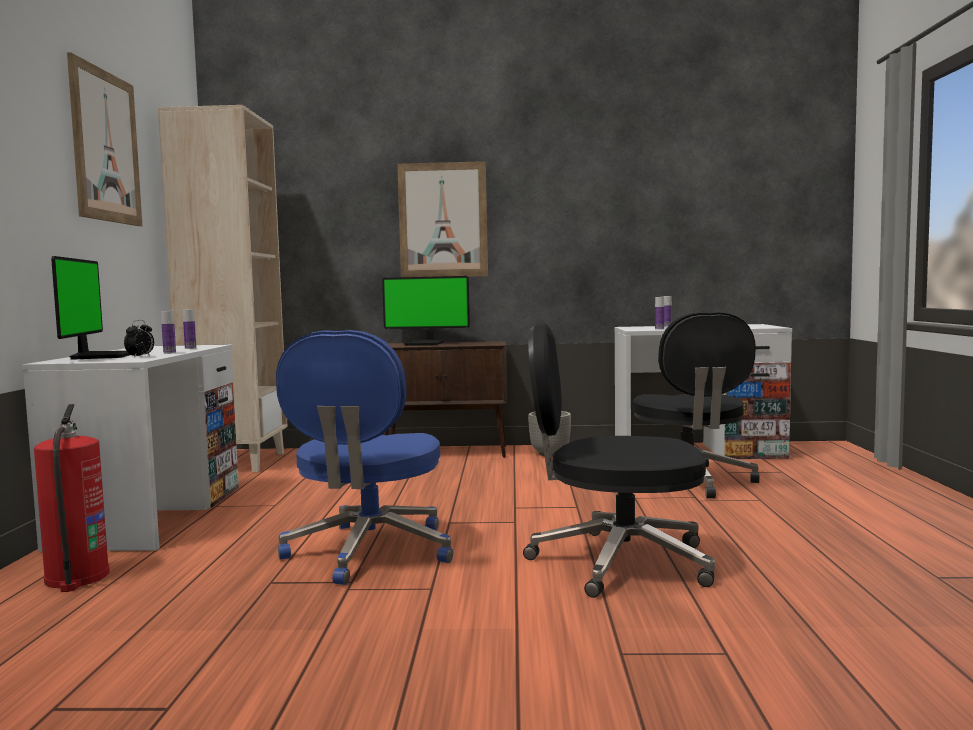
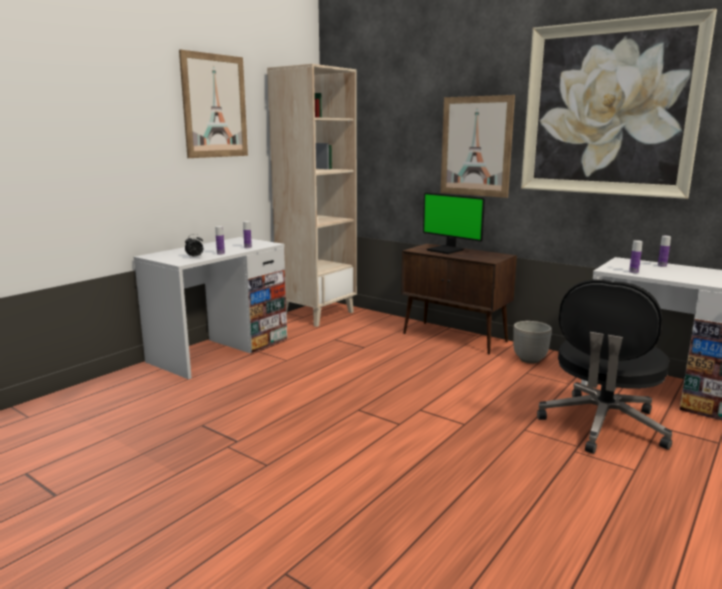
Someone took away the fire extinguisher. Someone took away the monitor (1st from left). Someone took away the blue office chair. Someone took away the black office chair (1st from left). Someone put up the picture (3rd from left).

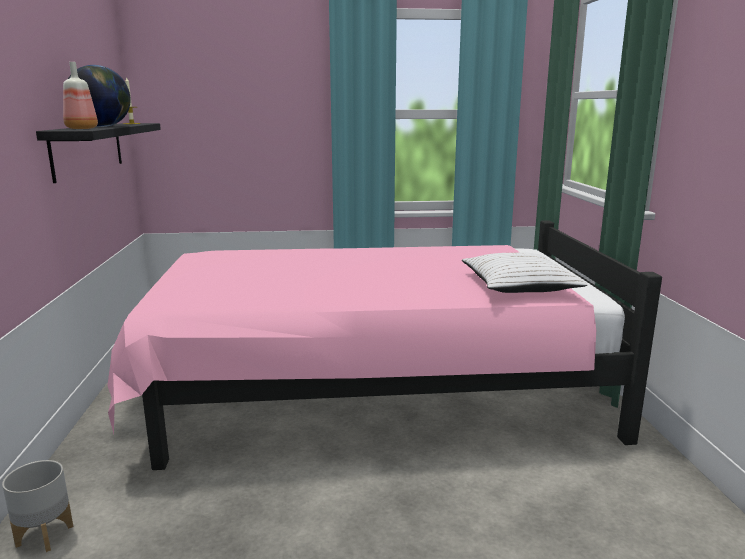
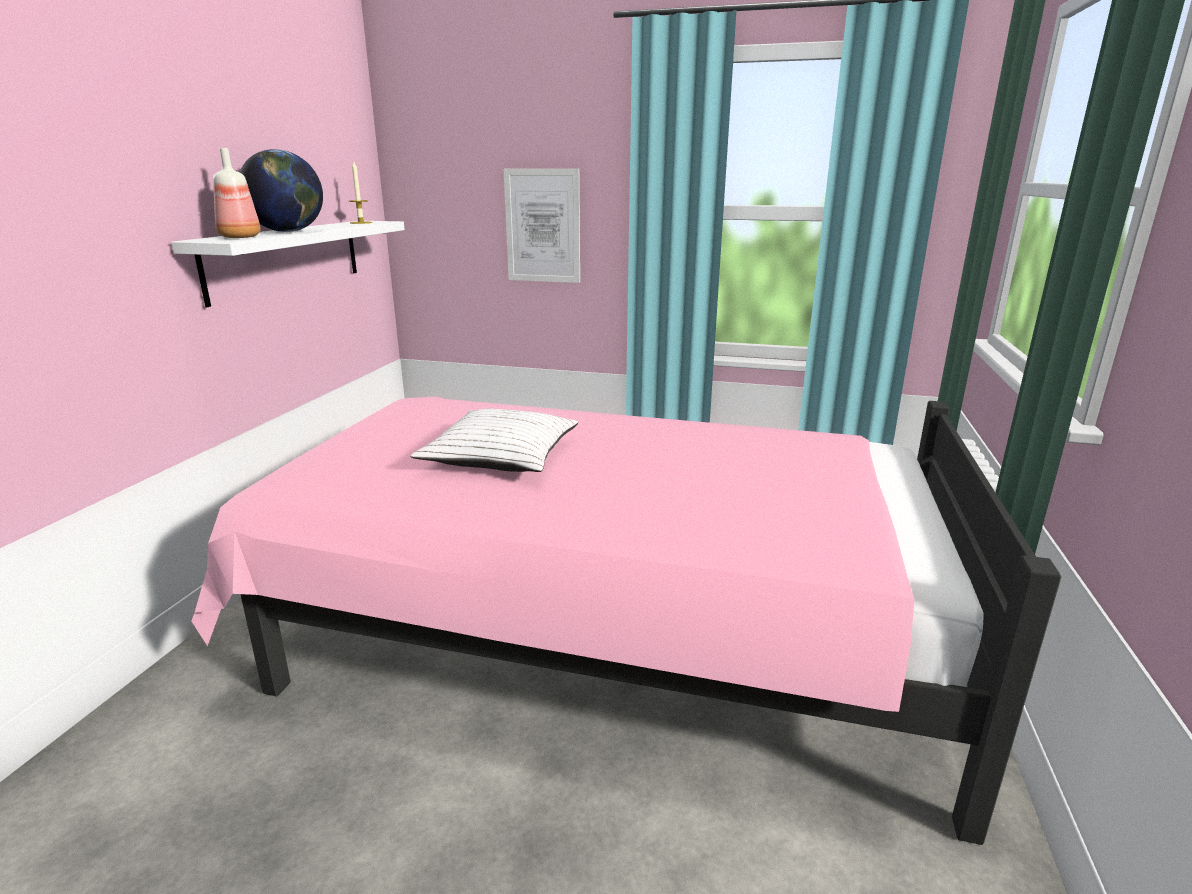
Someone took away the grey planter. Someone put up the picture. Someone carried the white pillow. Someone repainted the black shelf, which became the white shelf.

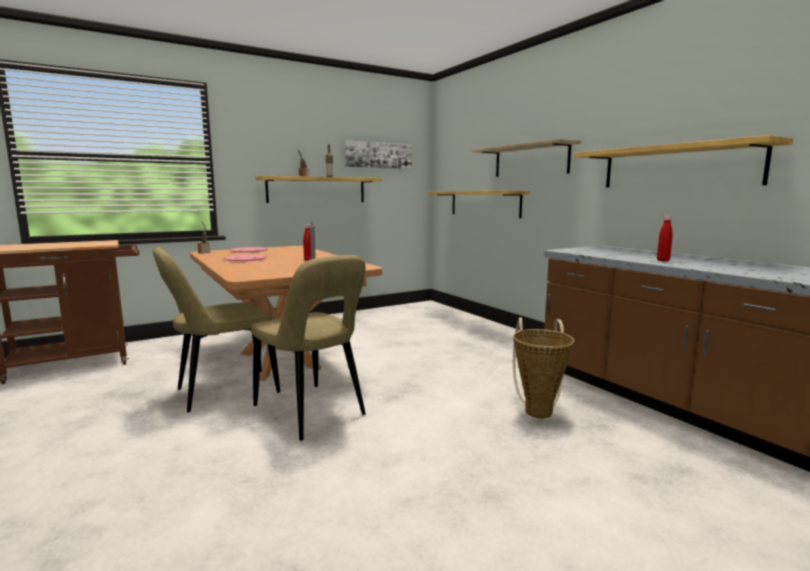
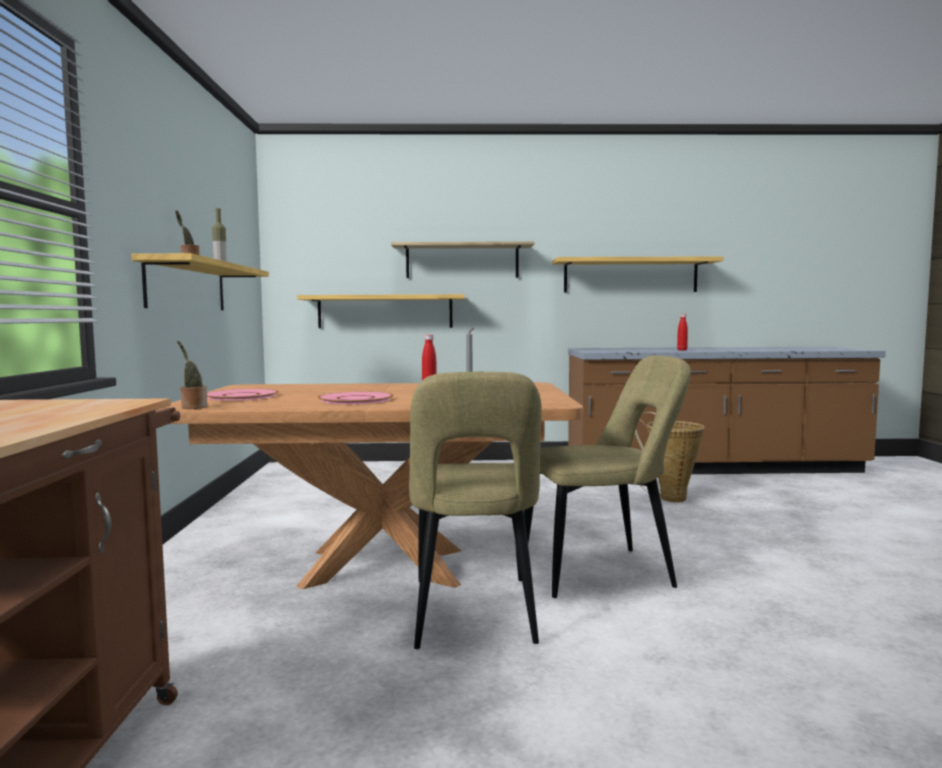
Someone took away the picture.

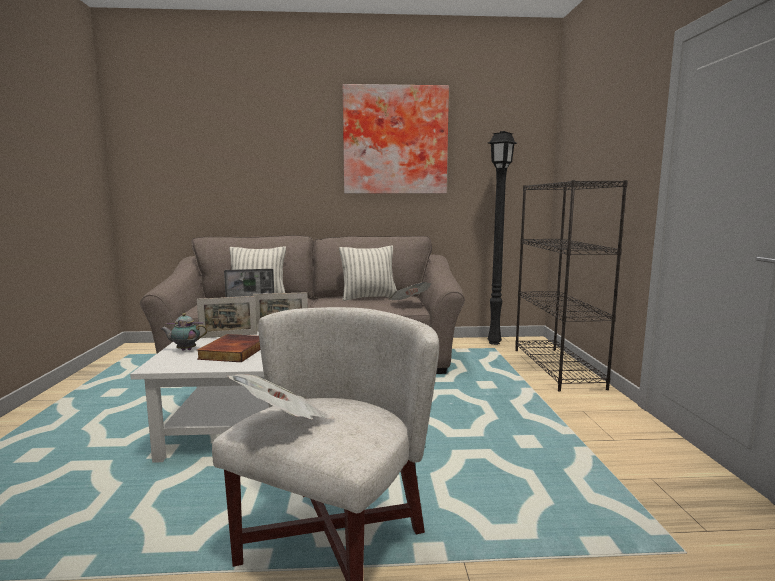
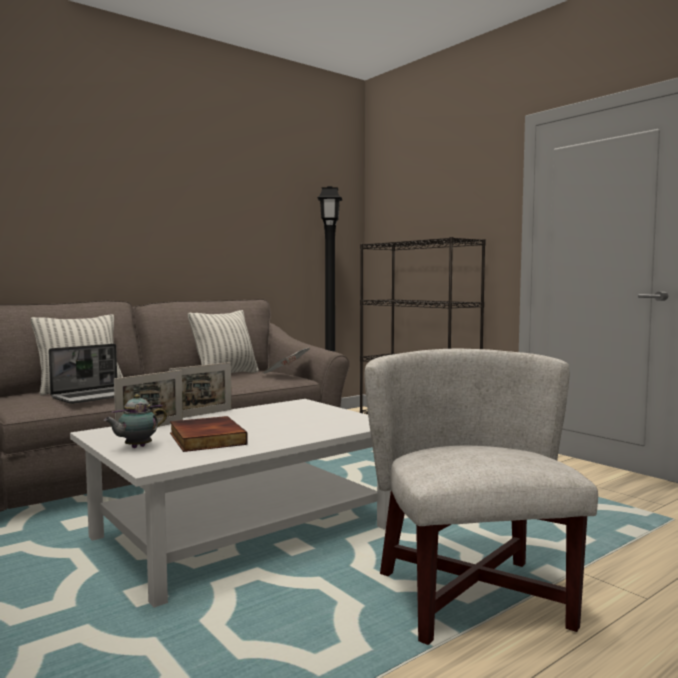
Someone took away the newspaper (1st from left). Someone took away the picture.

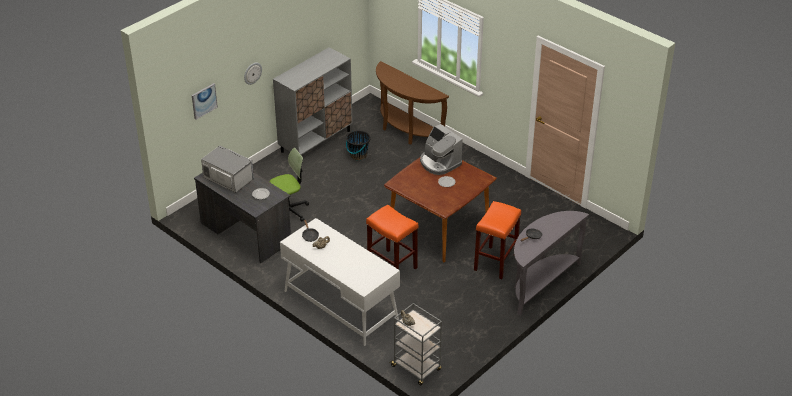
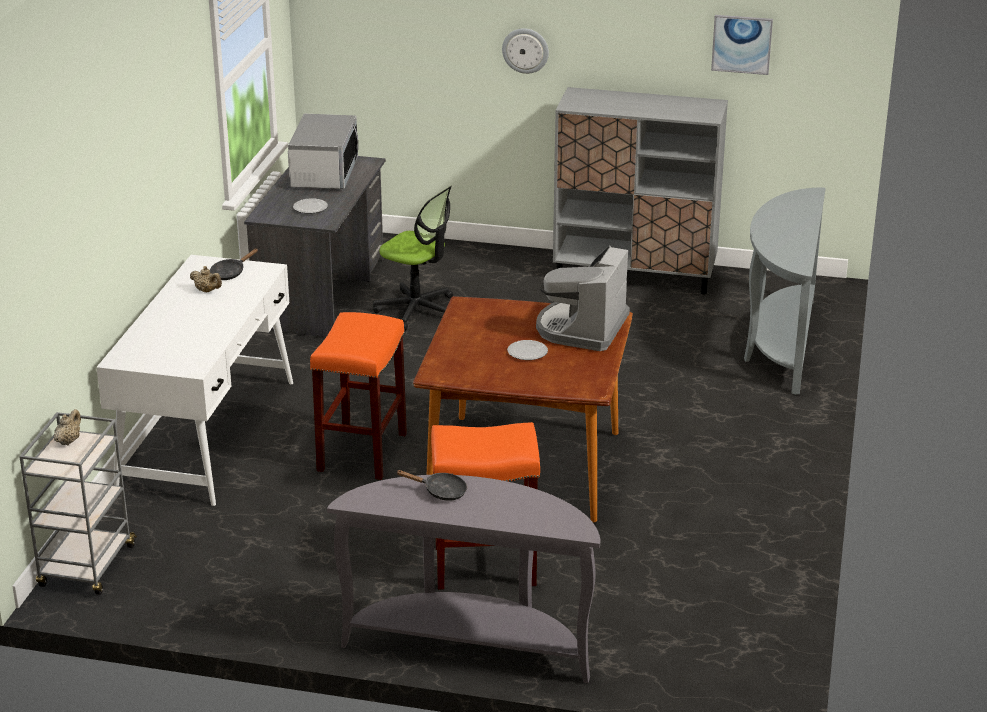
Someone took away the black bucket. Someone carried the picture. Someone repainted the brown console table, which became the grey console table (2nd from left).

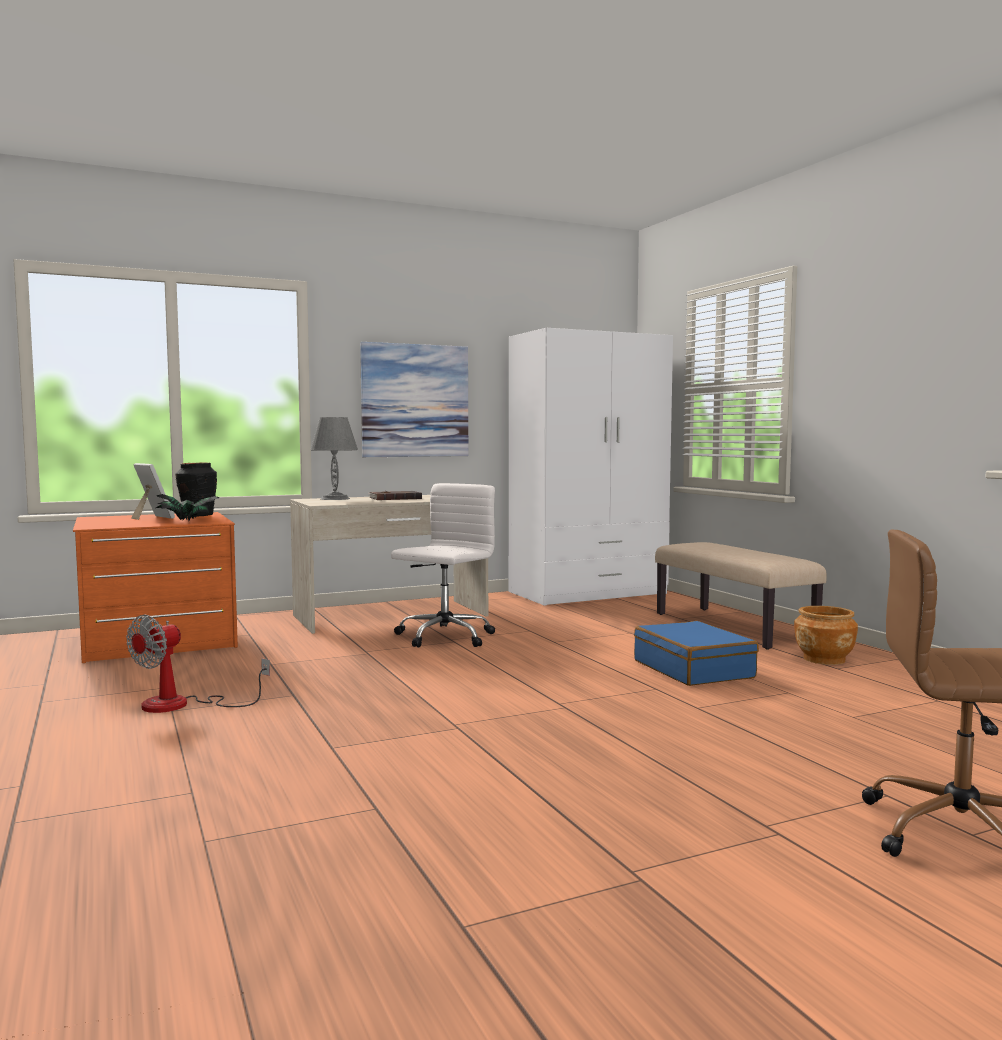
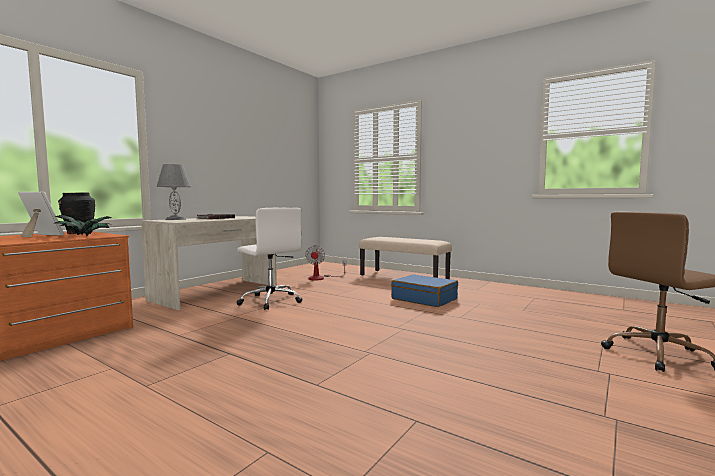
Someone took away the picture. Someone took away the white wardrobe. Someone took away the brown planter. Someone carried the fan. Someone rotated the white office chair by 135 degrees clockwise.

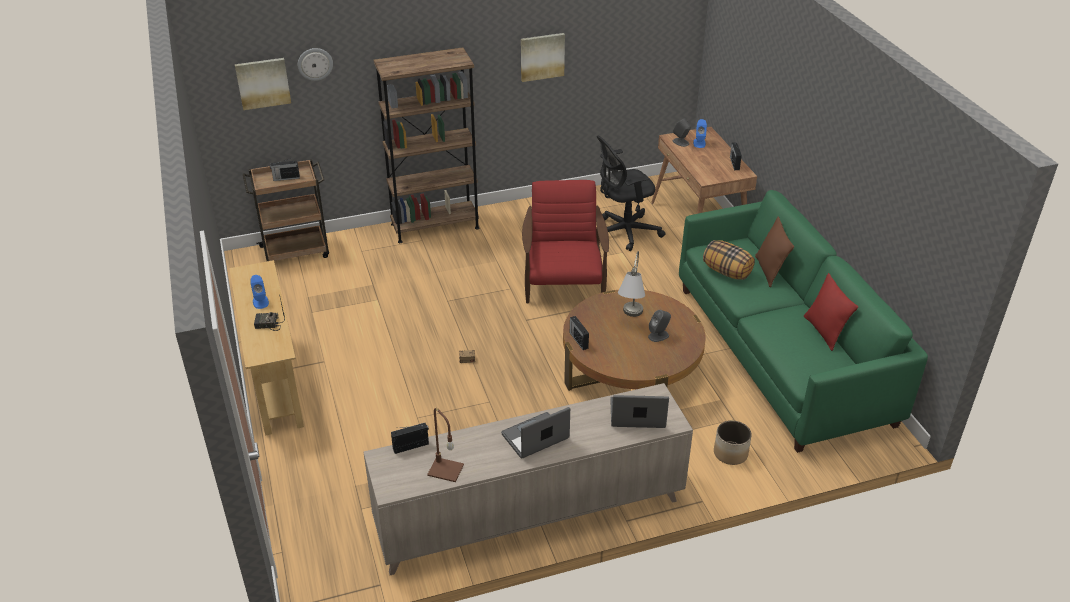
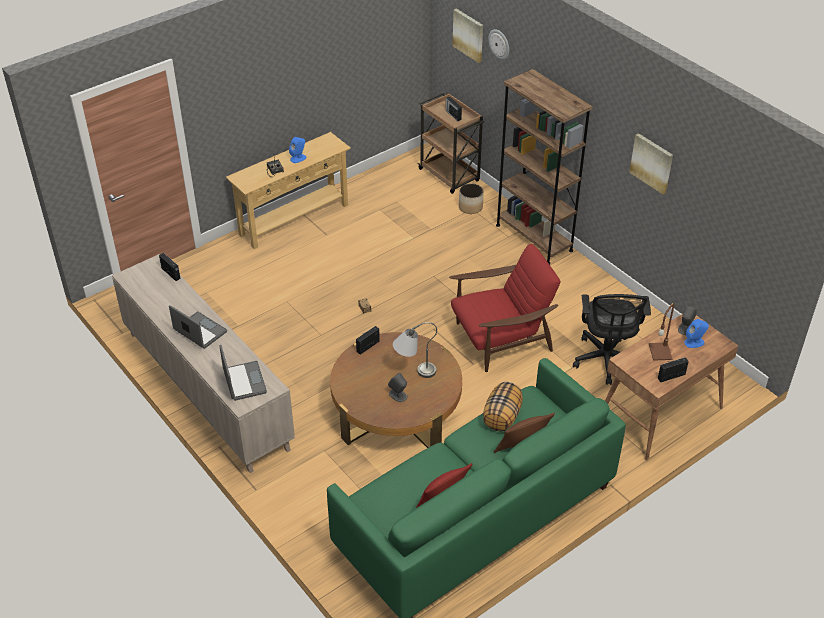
Someone carried the brown table lamp. Someone carried the planter. Someone rotated the black office chair by 135 degrees counterclockwise.

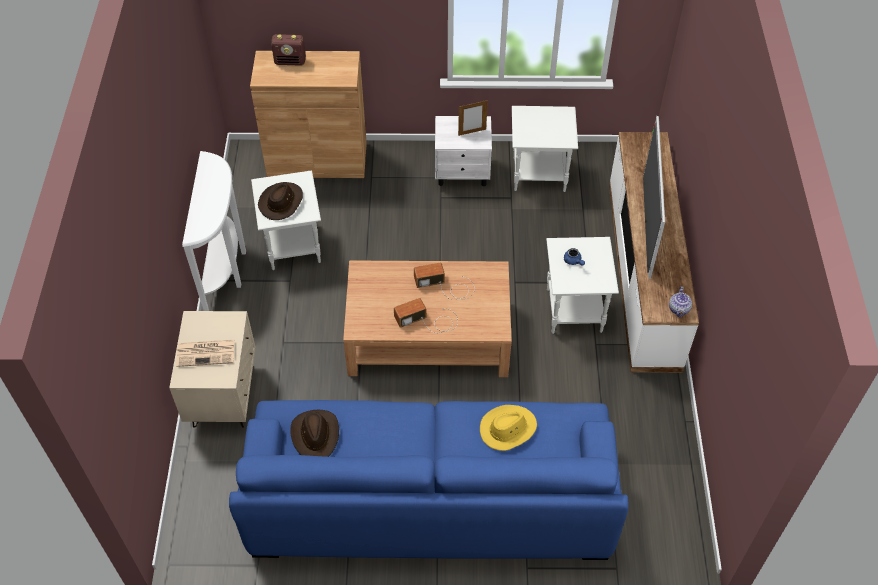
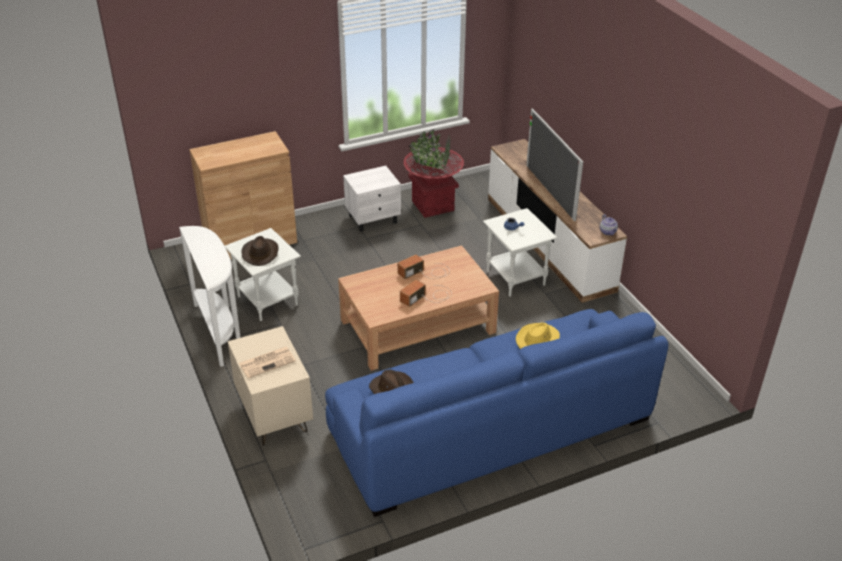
Someone took away the radio (1st from left). Someone took away the picture frame. Someone swapped the white side table (2nd from left) for the red planter.

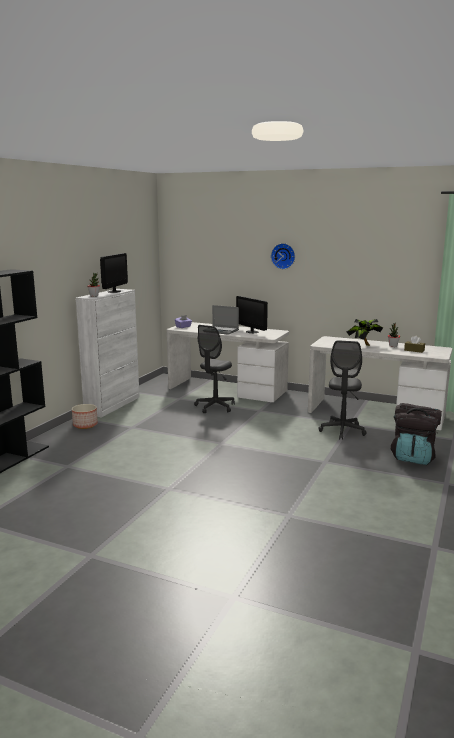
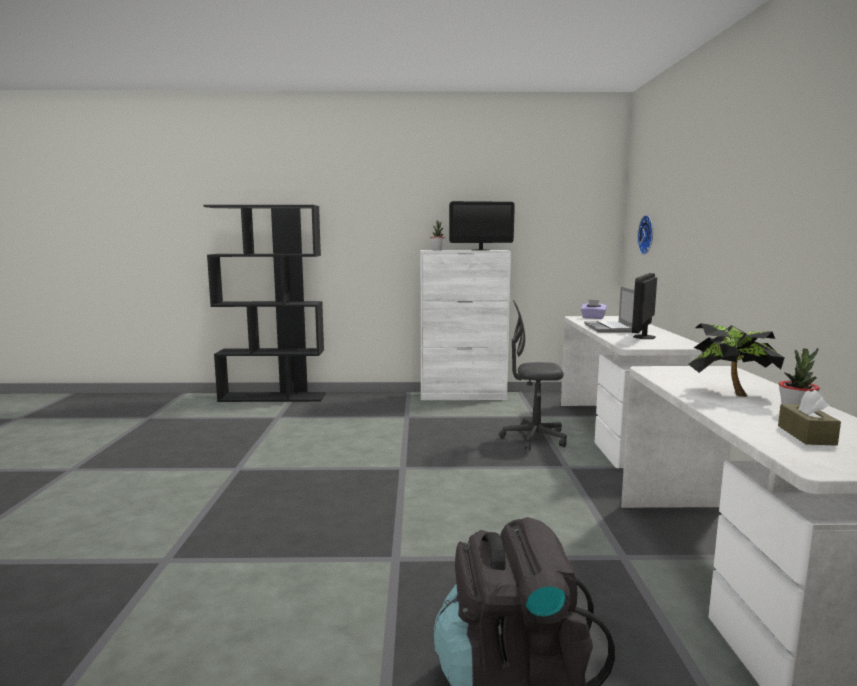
Someone took away the planter. Someone took away the grey office chair (2nd from left). Someone carried the wall clock.

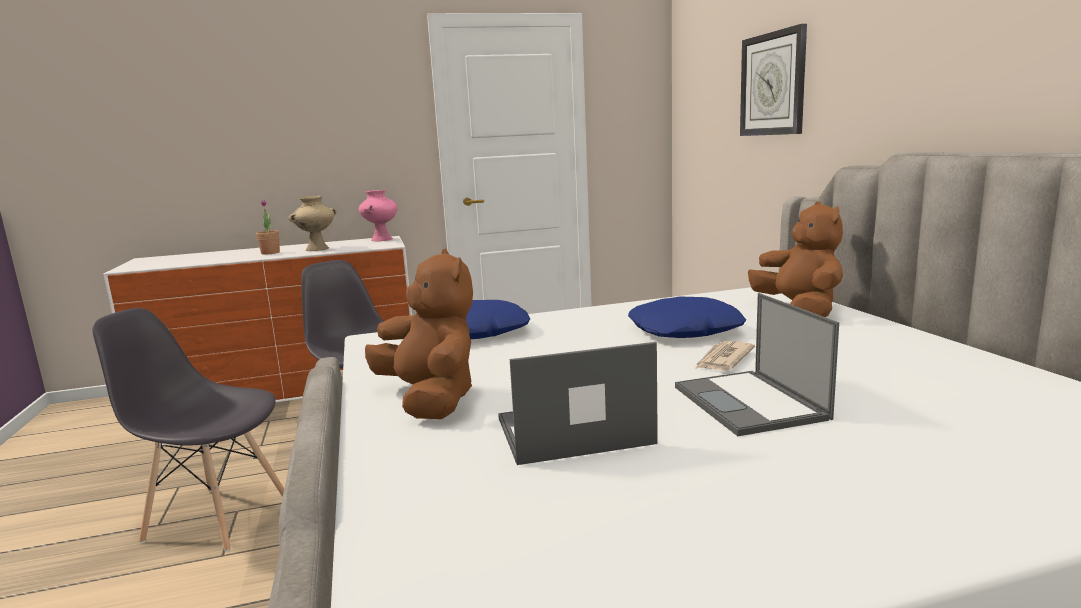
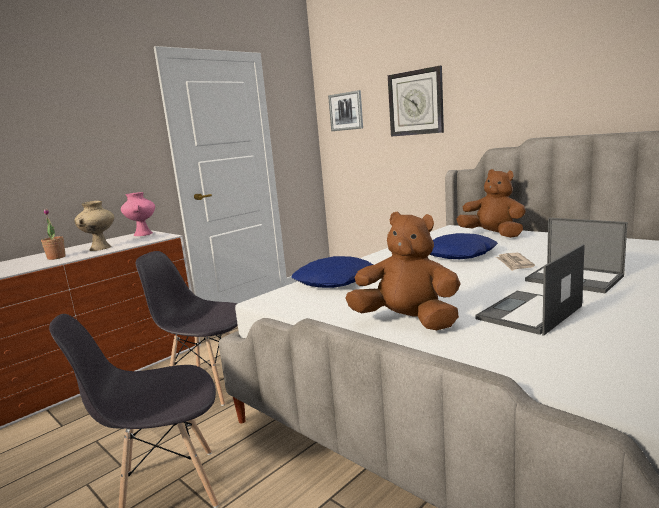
Someone put up the picture.

